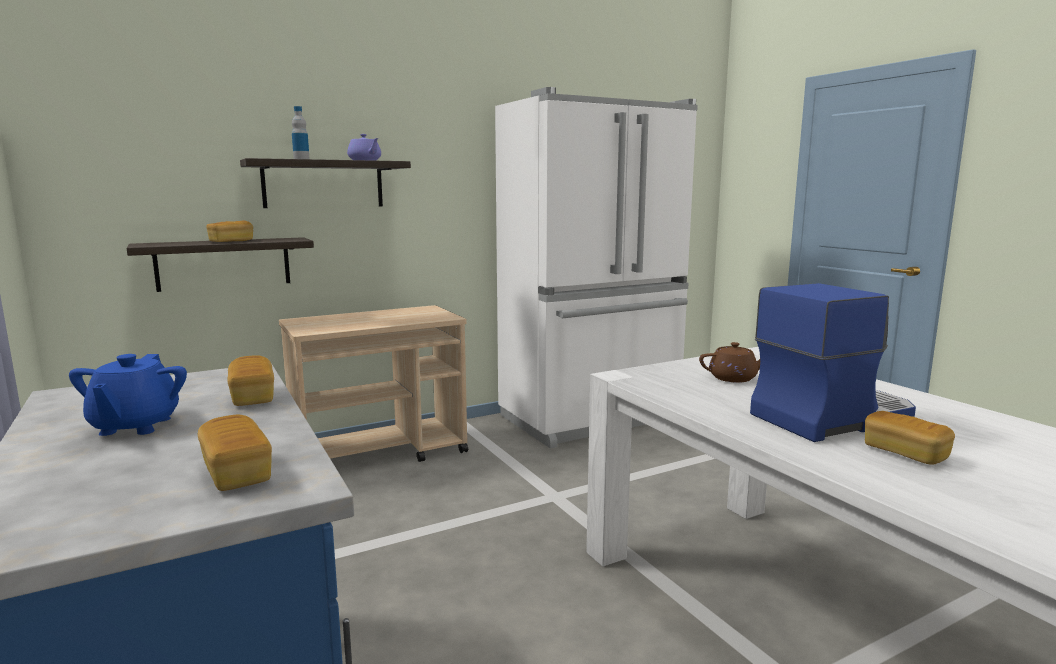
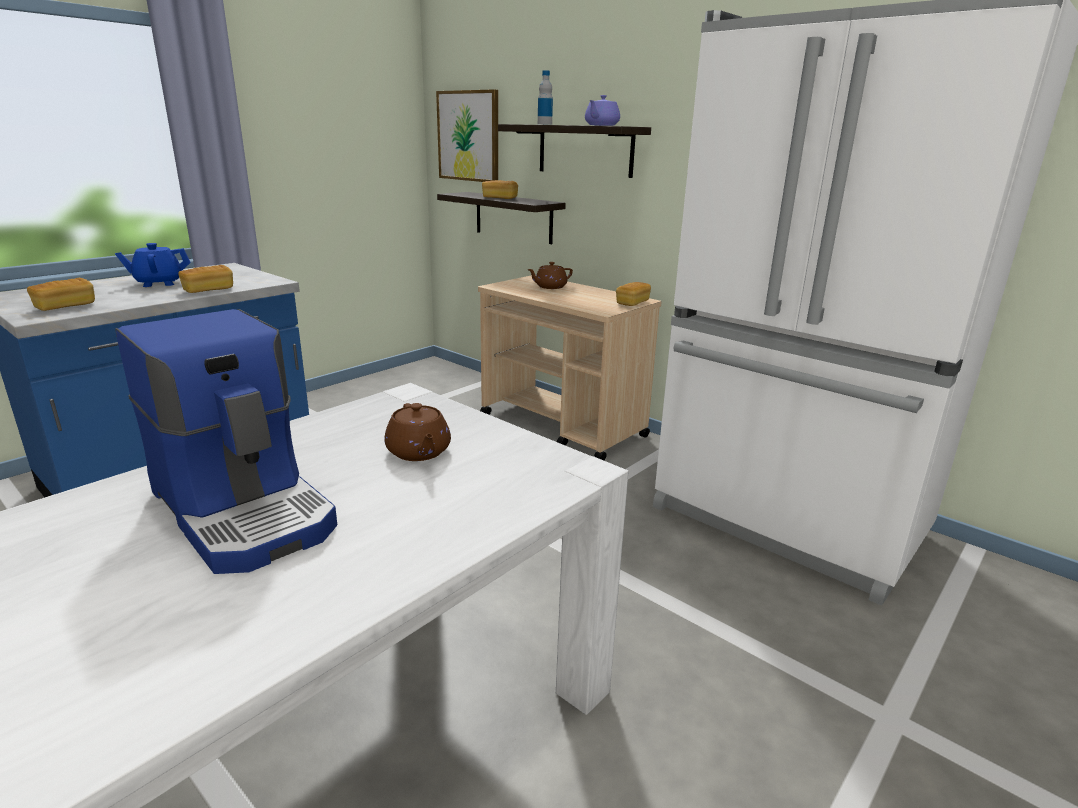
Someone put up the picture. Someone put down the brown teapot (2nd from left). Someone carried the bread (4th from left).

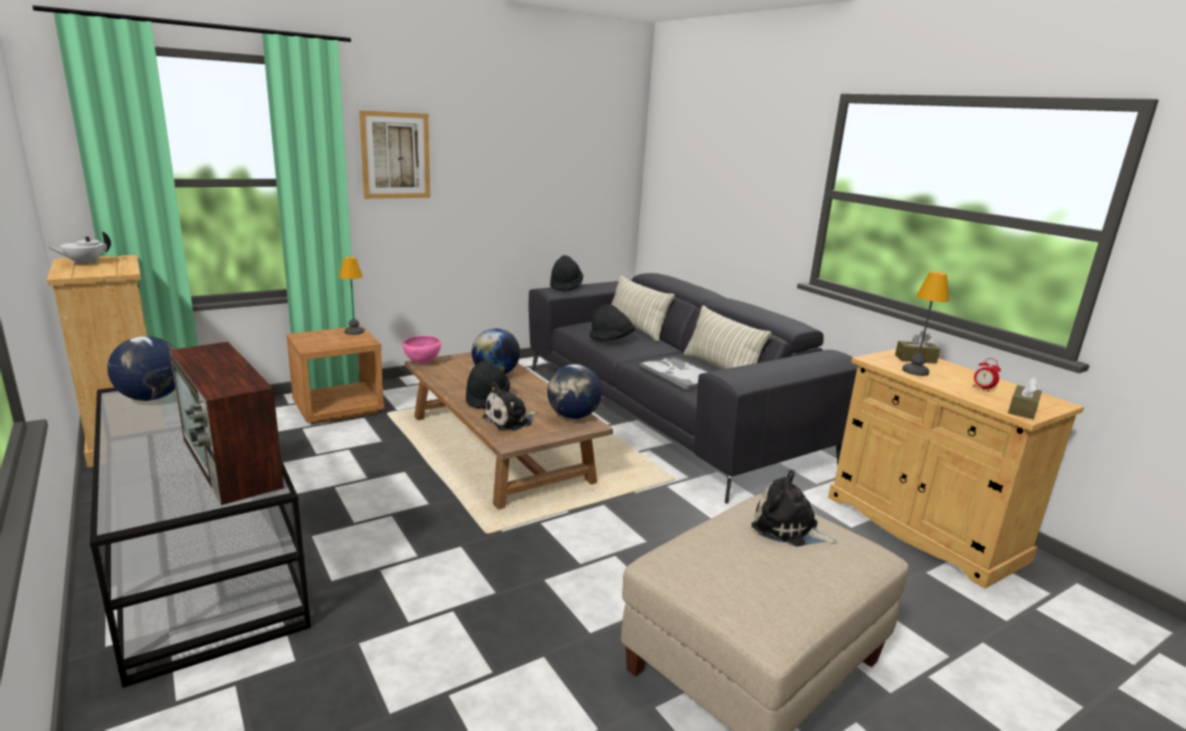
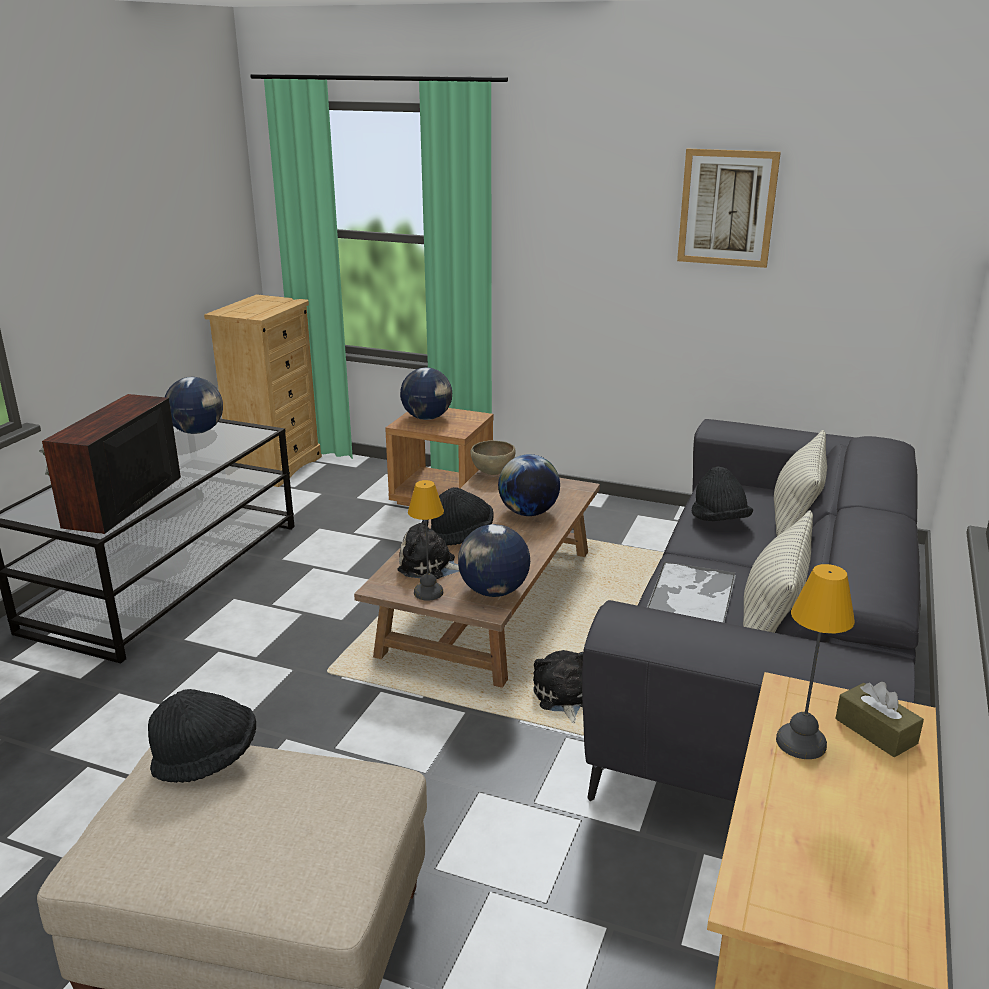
Someone took away the white teapot. Someone took away the alarm clock. Someone took away the brown tissue box (2nd from left). Someone put down the globe (2nd from left). Someone carried the table lamp (1st from left). Someone carried the picture. Someone carried the black hat (2nd from left in the first image). Someone carried the plush toy (2nd from left). Someone repainted the pink bowl, which became the brown bowl.

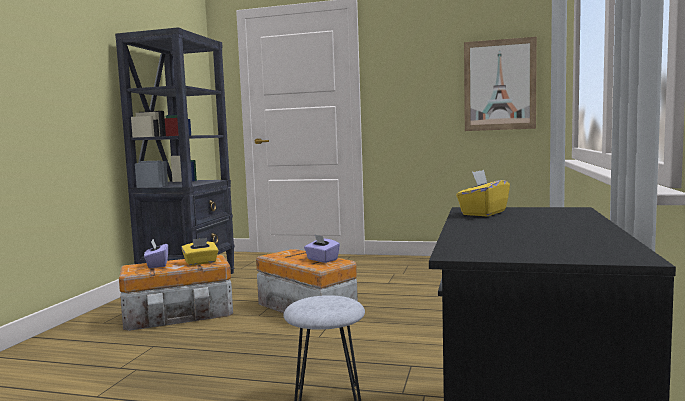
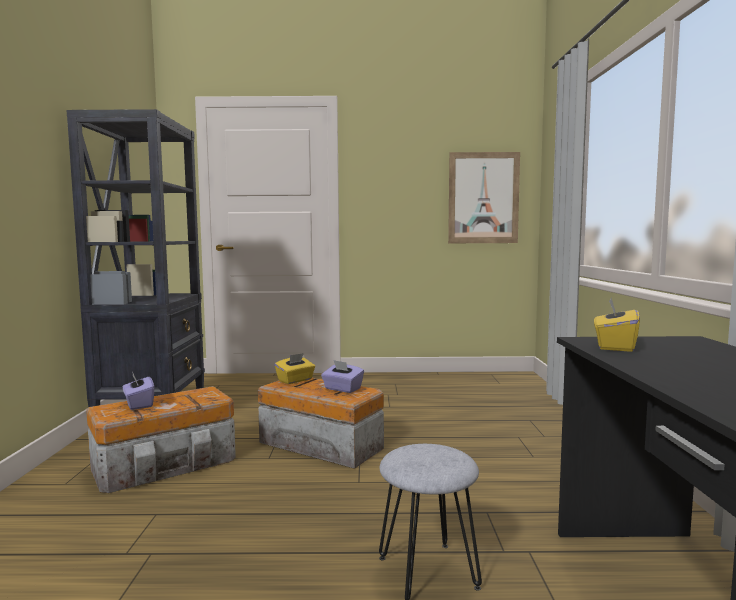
Someone carried the yellow tissue box (1st from left).

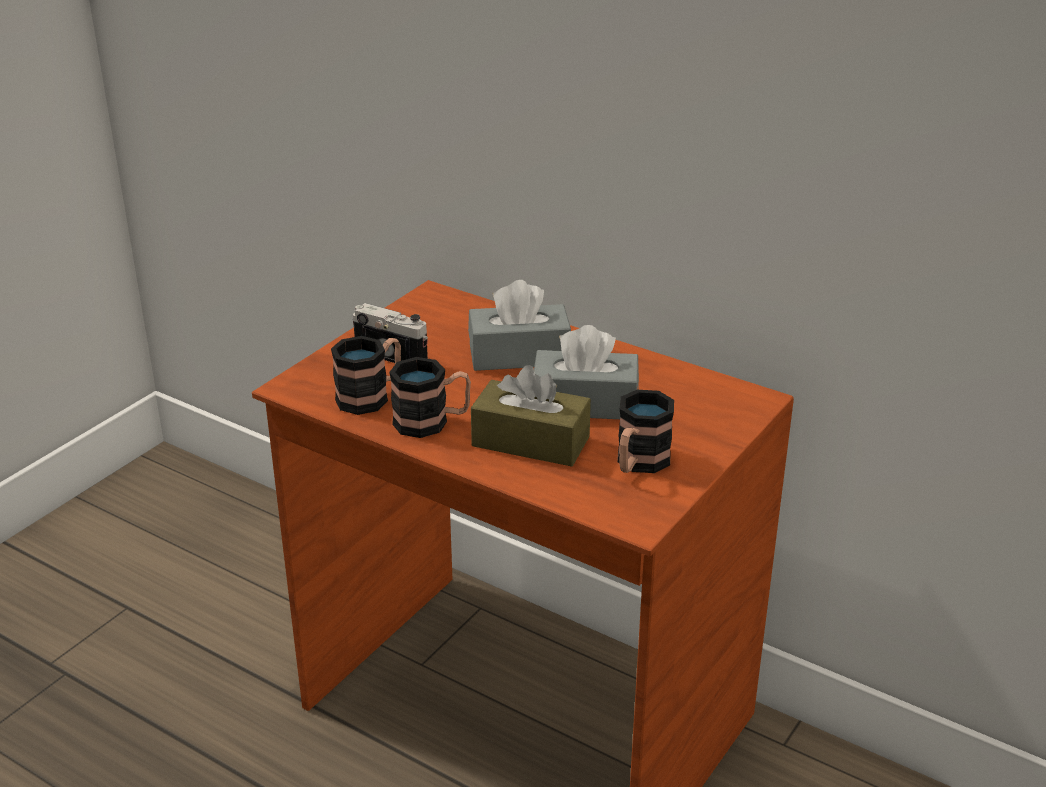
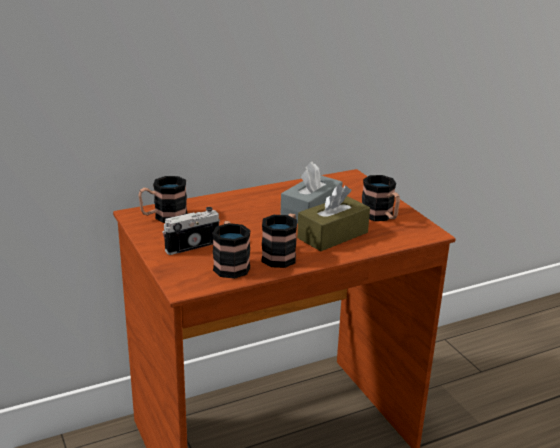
Someone took away the grey tissue box (1st from left). Someone put down the mug (1st from left).

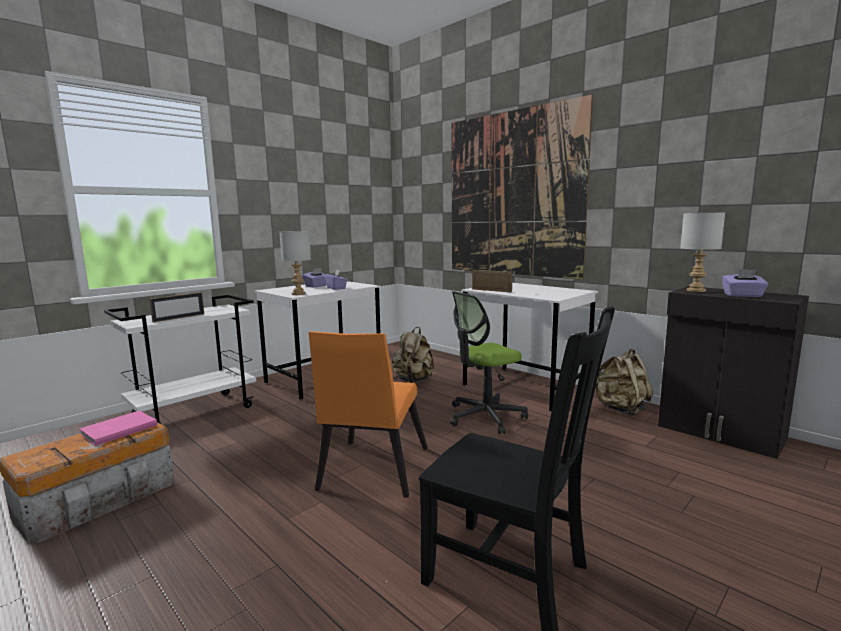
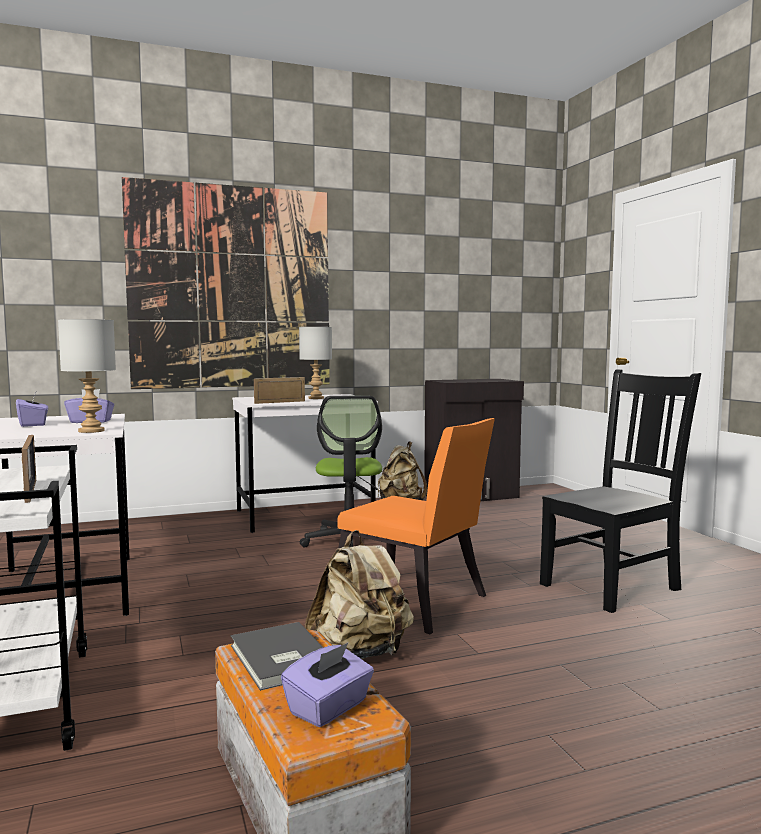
Someone carried the beige backpack (1st from left). Someone carried the grey table lamp (2nd from left). Someone carried the purple tissue box (3rd from left). Someone repainted the pink book, which became the grey book.

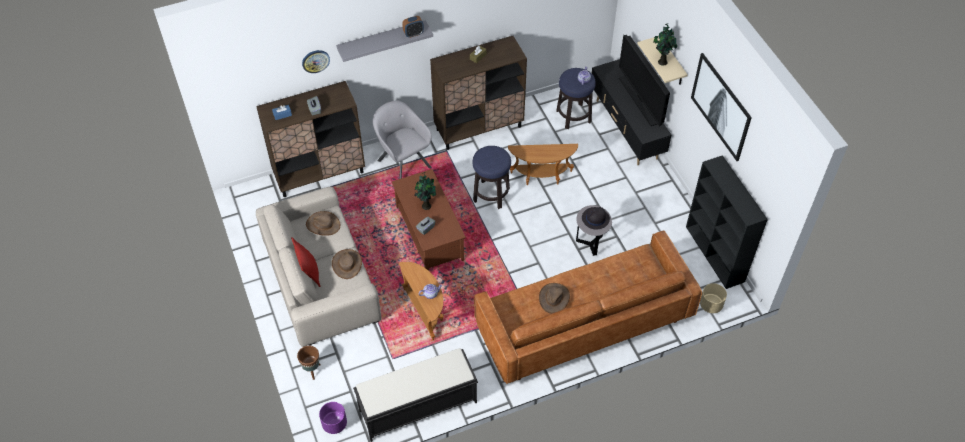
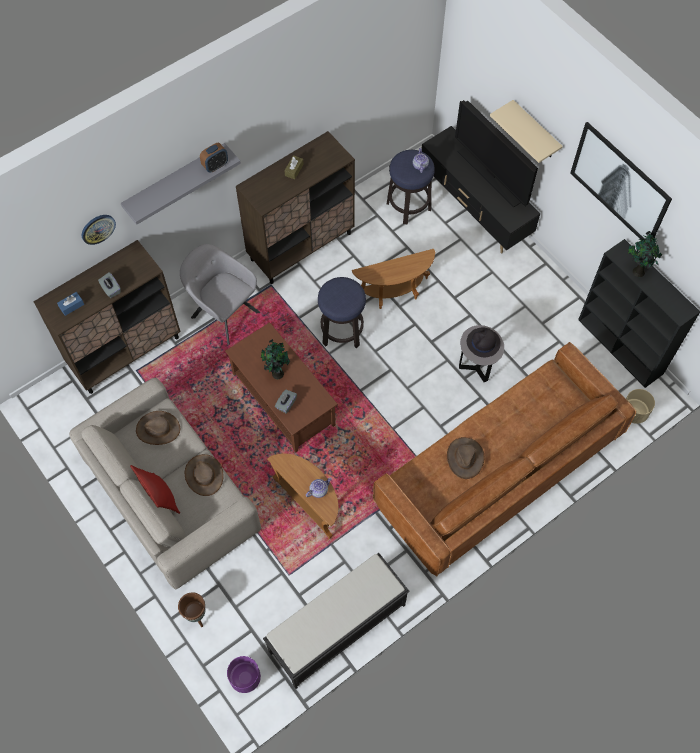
Someone carried the potted plant (2nd from left).

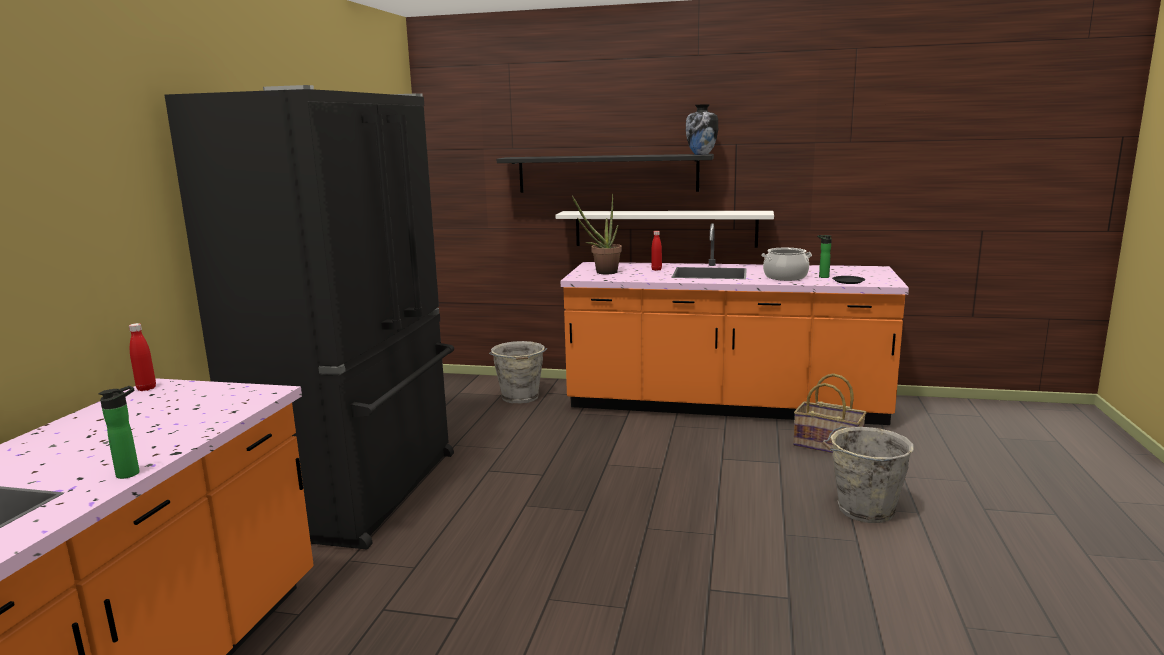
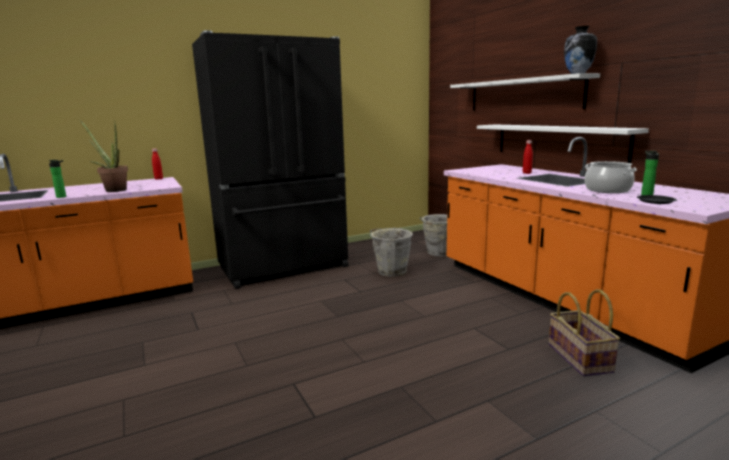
Someone carried the potted plant. Someone carried the grey bucket (2nd from left in the first image). Someone repainted the black shelf, which became the white shelf (1st from left).

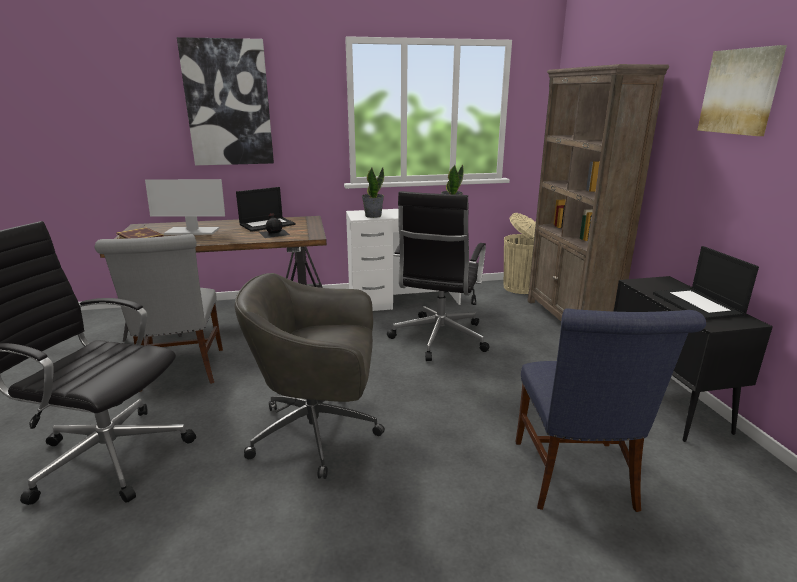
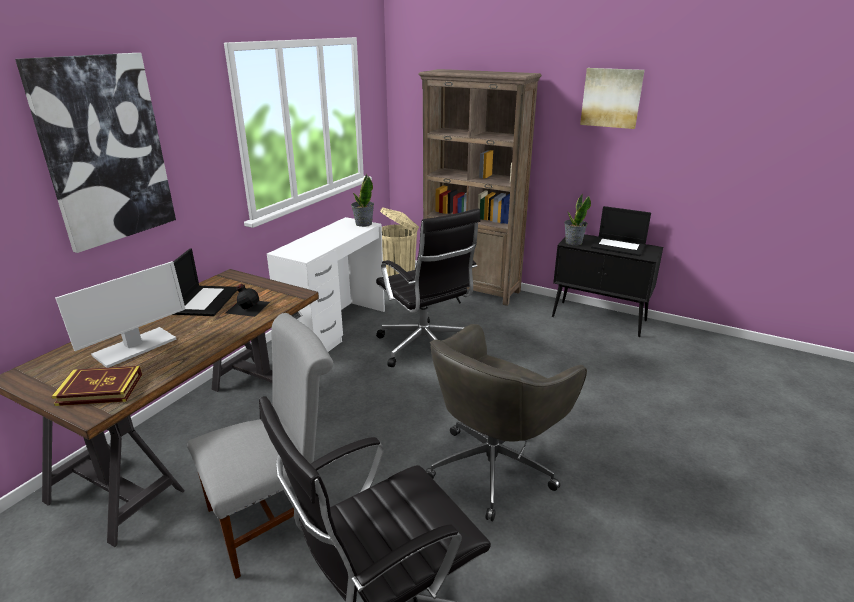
Someone took away the blue chair. Someone carried the potted plant (1st from left in the first image). Someone rotated the grey chair by 60 degrees counterclockwise.

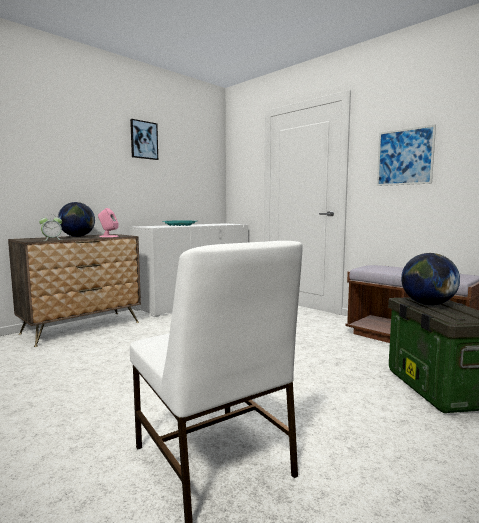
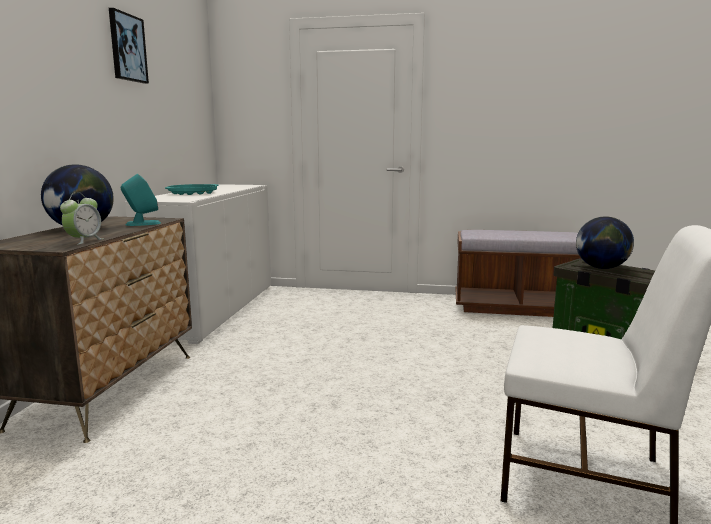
Someone took away the picture (2nd from left). Someone repainted the pink speaker, which became the turquoise speaker.

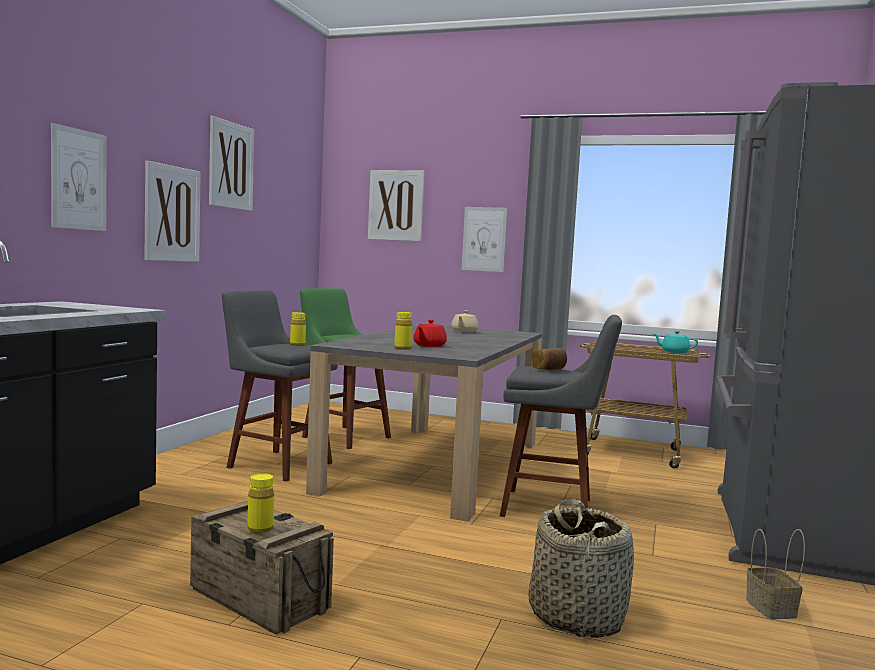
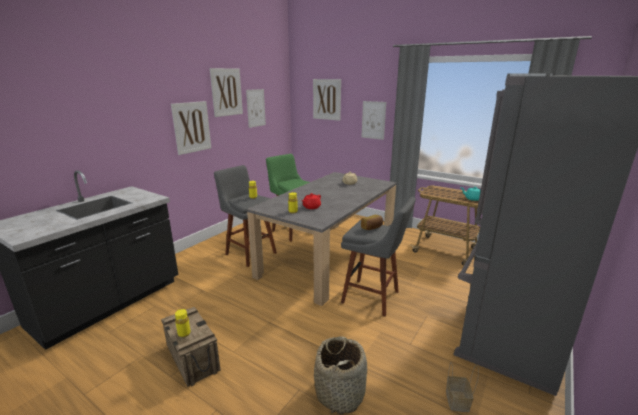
Someone carried the picture (1st from left in the first image).

